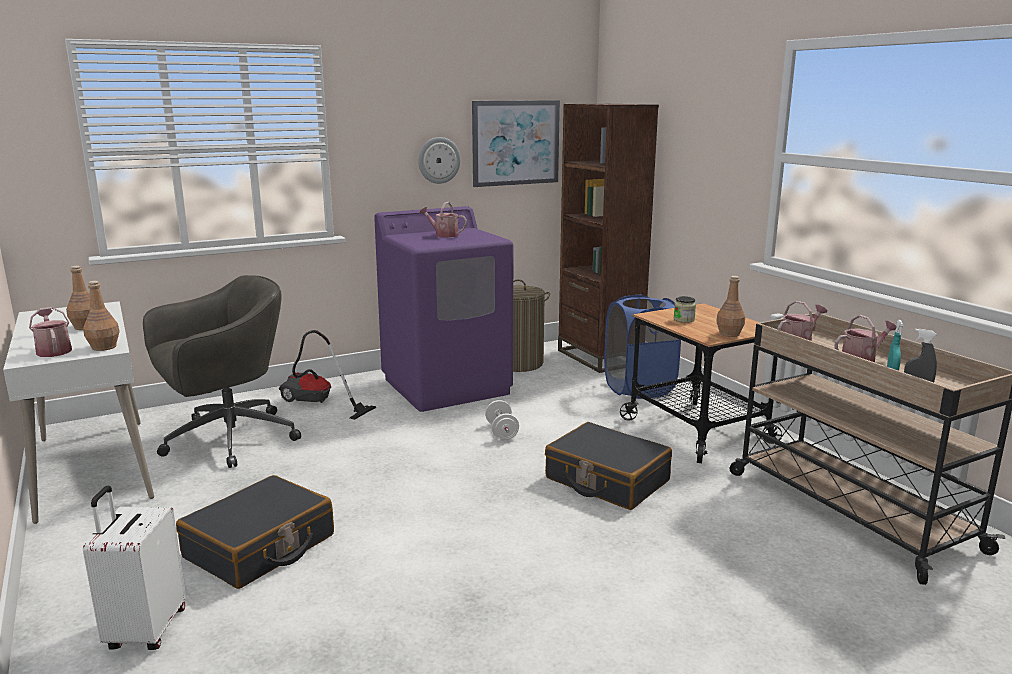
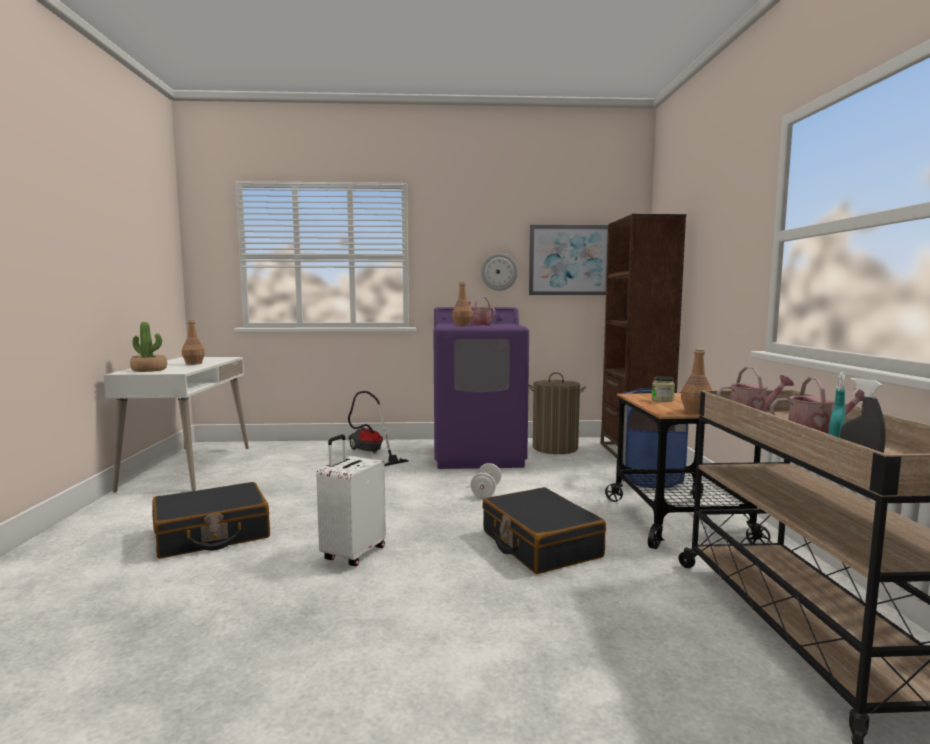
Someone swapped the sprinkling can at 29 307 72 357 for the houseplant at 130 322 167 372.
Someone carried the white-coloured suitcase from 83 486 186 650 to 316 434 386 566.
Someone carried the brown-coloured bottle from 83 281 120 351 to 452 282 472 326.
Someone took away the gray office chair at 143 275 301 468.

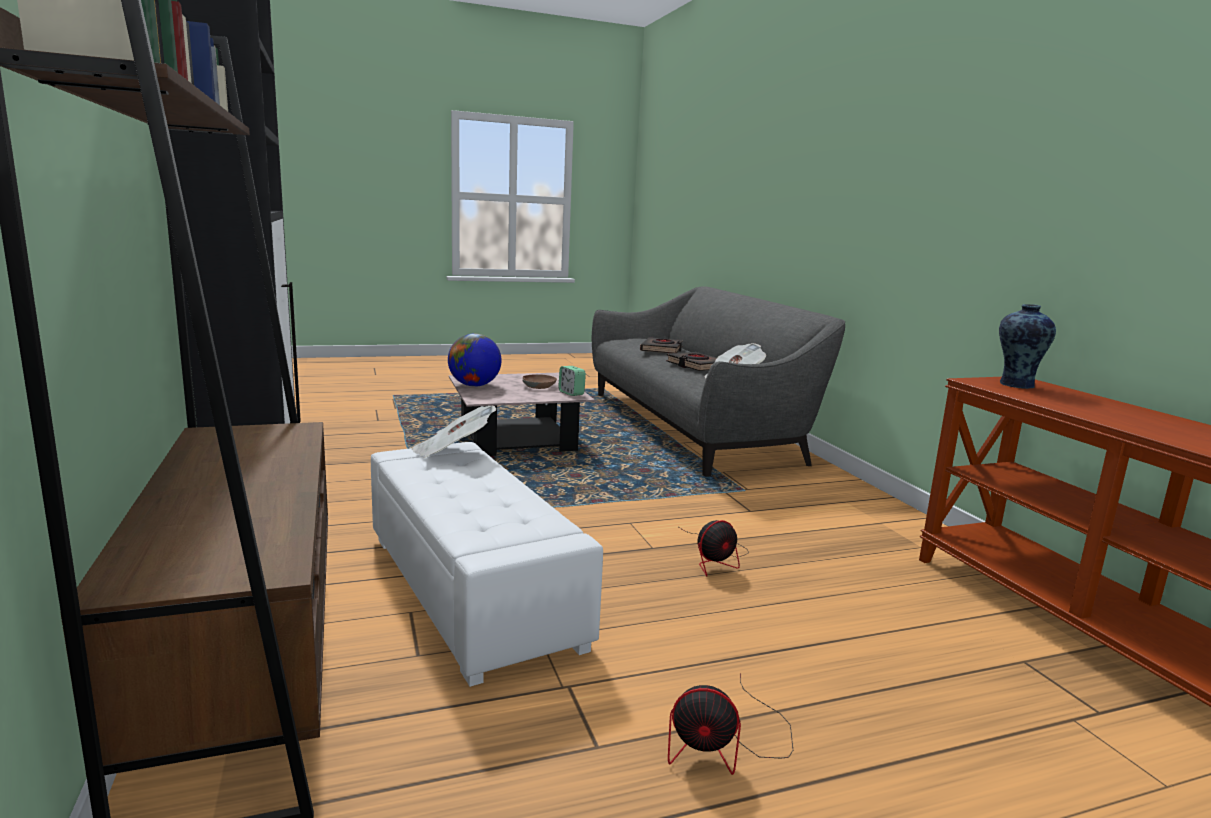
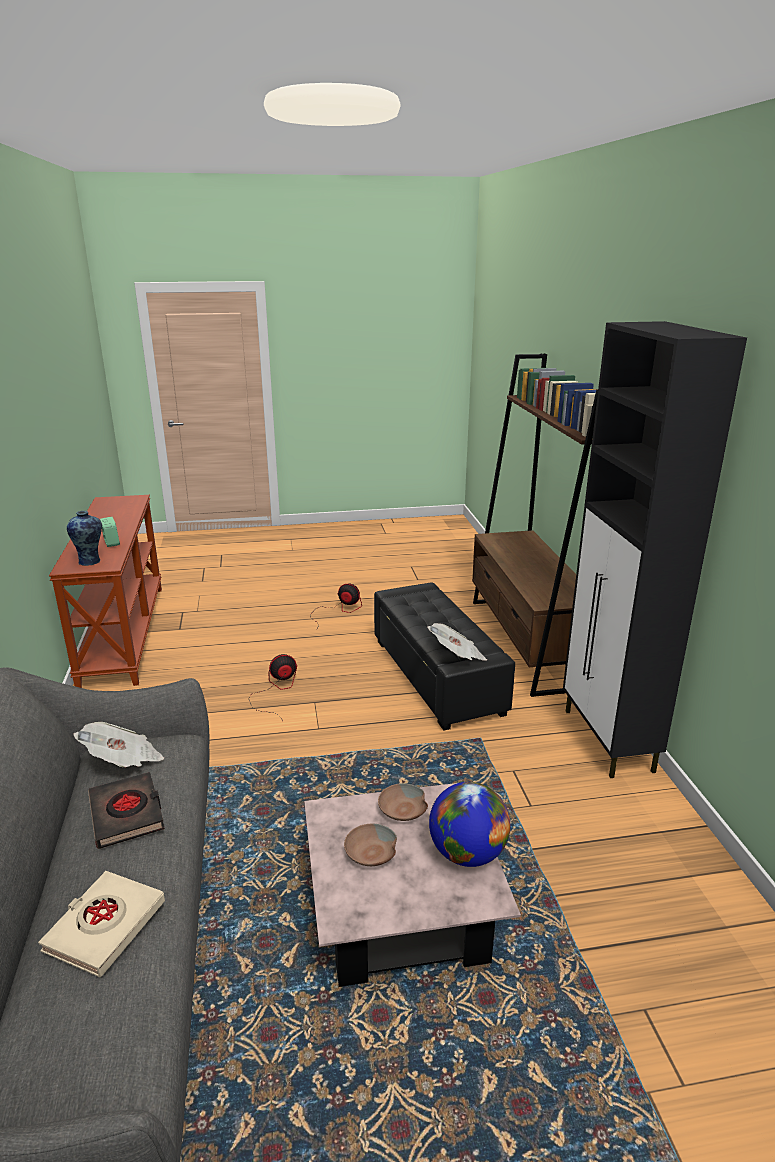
Someone repainted the black-coloured volume at 640 337 683 354, which became the sand-coloured volume at 38 871 165 977.
Someone carried the alarm clock from 558 366 586 396 to 100 517 120 547.
Someone repainted the white-coloured ottoman at 371 442 603 687, which became the black-coloured ottoman at 374 583 515 731.
Someone put down the brown-coloured deep dish at 378 783 428 821.

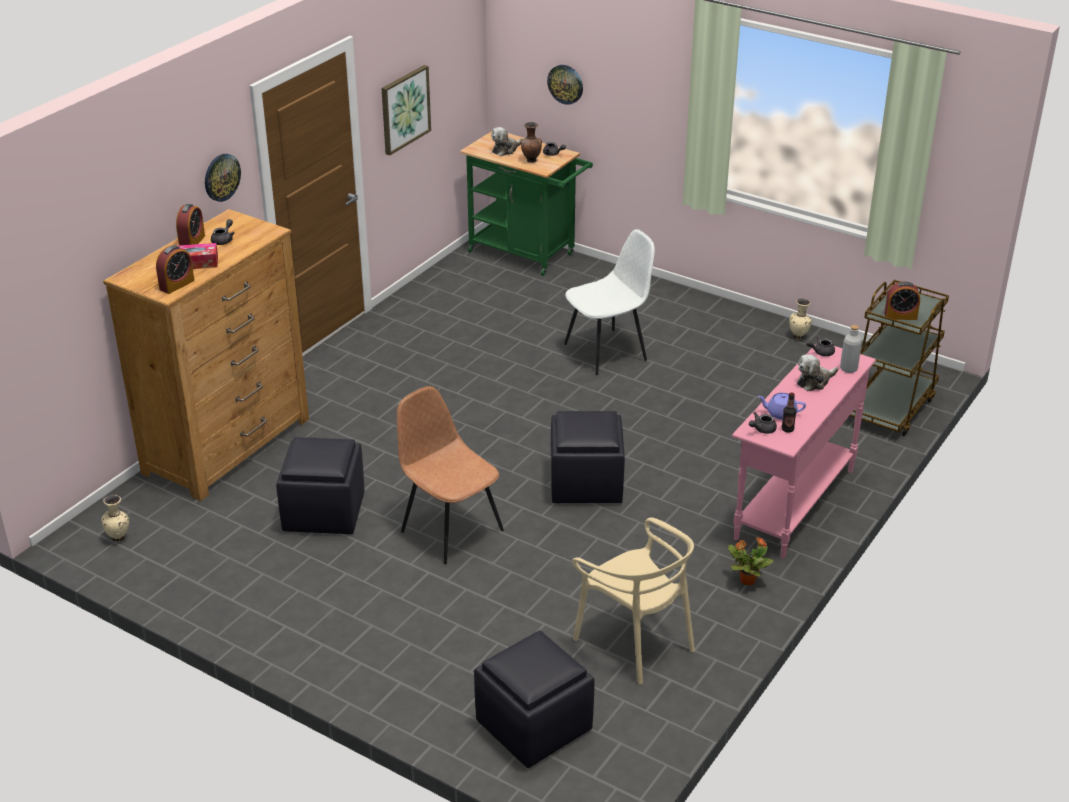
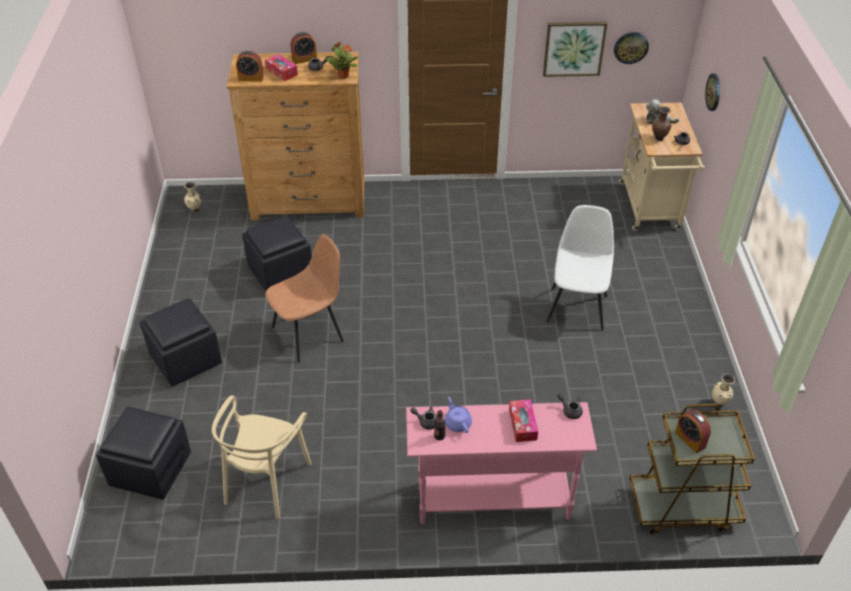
Someone carried the black-coloured ottoman from 551 411 625 503 to 140 298 222 387.
Someone rotated the brown-coloured upright chair at 397 386 504 564 by 45 degrees clockwise.
Someone carried the houseplant from 728 537 774 585 to 326 41 358 79.
Someone swapped the soft toy at 797 354 838 391 for the tissue box at 509 399 538 442.
Someone rotated the white-coloured upright chair at 564 229 655 375 by 105 degrees counterclockwise.
Someone carried the hanging clock from 205 154 241 202 to 614 32 649 64.
Someone repainted the greenish cart at 460 131 593 276, which became the sand-coloured cart at 618 103 705 231.
Someone took away the gray bottle at 840 325 862 373.

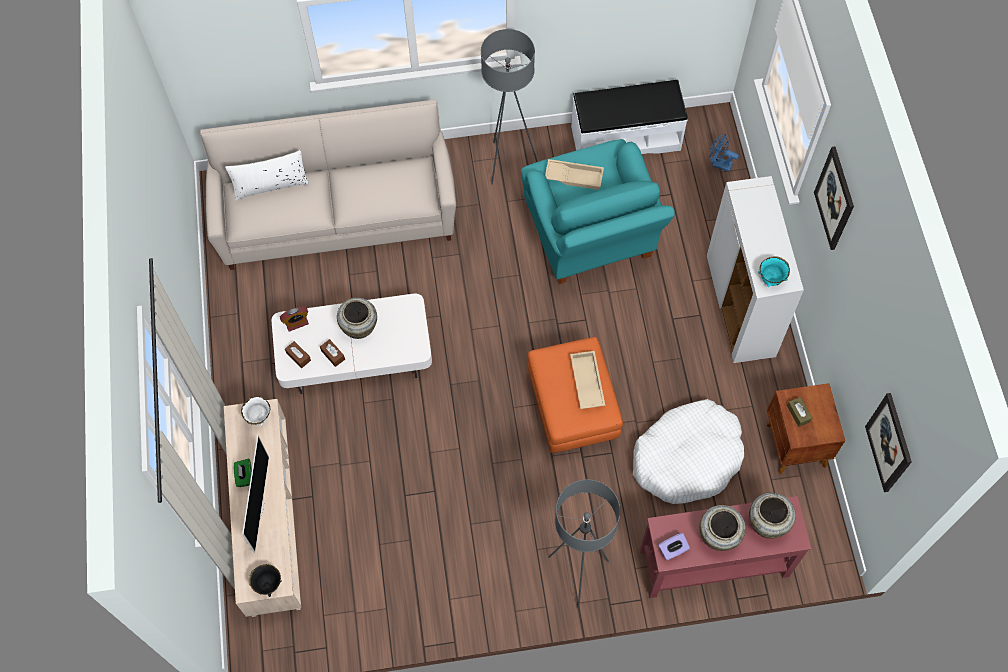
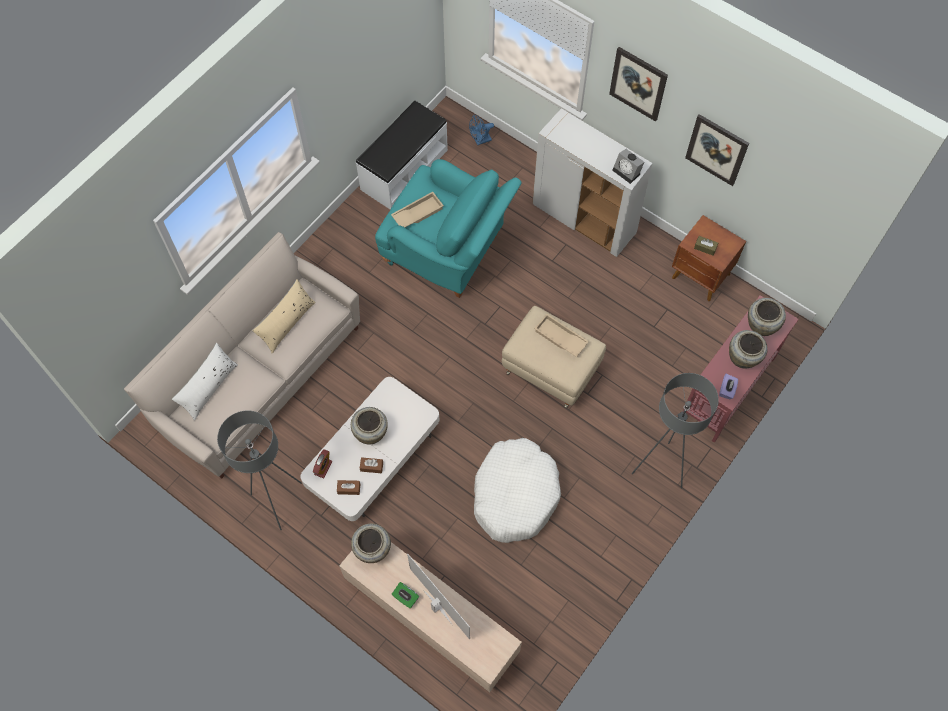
Someone carried the gray standard lamp from 481 29 538 184 to 217 410 302 530.
Someone put down the sand-coloured pillow at 252 279 316 353.
Someone swapped the white-coloured deep dish at 241 396 271 427 for the sand-coloured decorative vase at 351 523 391 563.
Someone carried the white-coloured dog cushion from 633 399 744 504 to 474 438 561 543.
Someone repainted the orange ottoman at 528 337 623 453, which became the sand-coloured ottoman at 502 306 606 408.
Someone swapped the turquoise deep dish at 758 256 790 287 for the alarm clock at 612 149 644 184.
Someone carried the picture from 865 393 912 492 to 685 114 749 186.
Someone took away the black-coloured deep dish at 249 564 282 597.

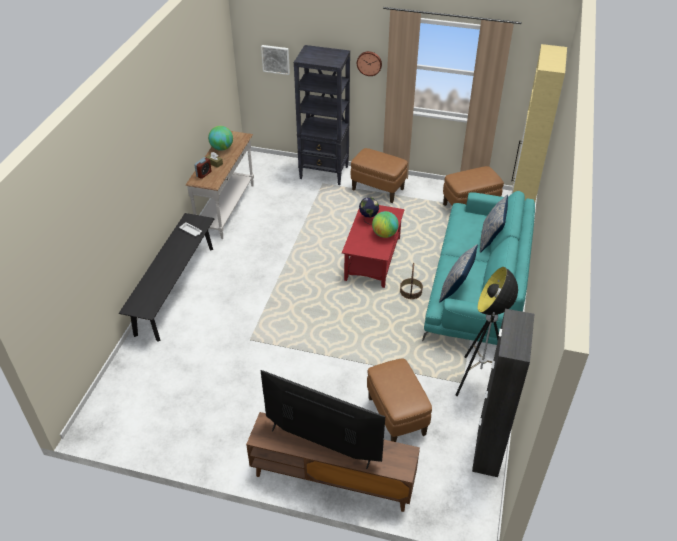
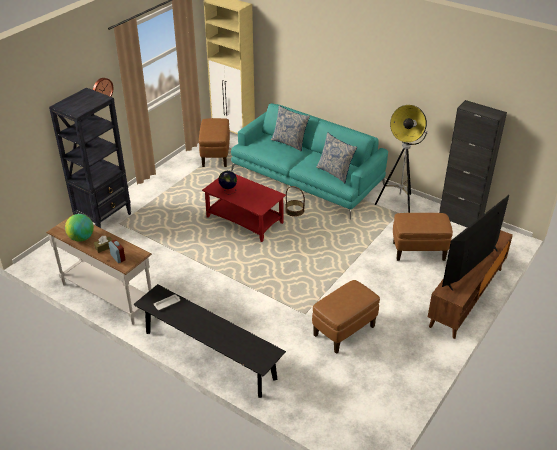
Someone carried the brown-coloured ottoman from 351 148 408 203 to 312 280 380 354.
Someone took away the picture at 261 45 290 75.
Someone took away the world globe at 372 211 399 238.

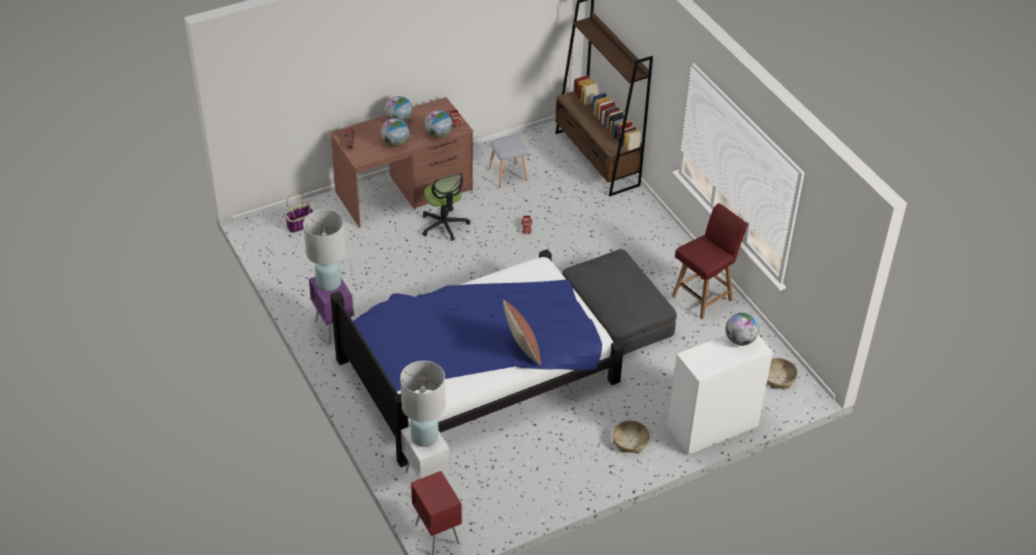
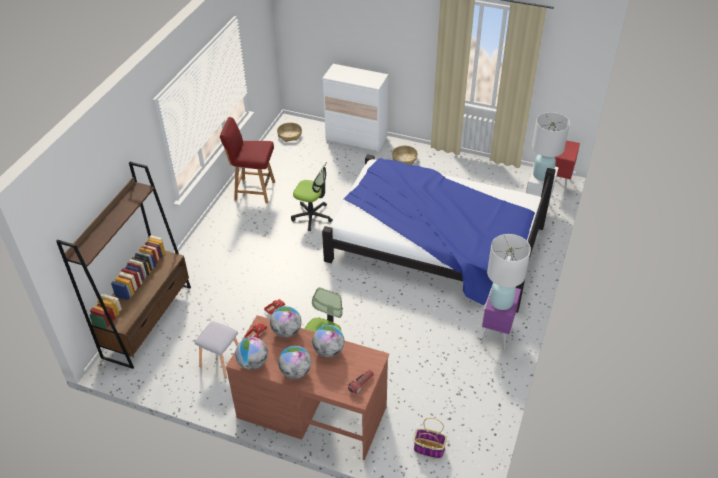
Someone carried the world globe from 725 313 759 346 to 235 337 268 370.
Someone swapped the gray ottoman at 562 249 677 355 for the office chair at 291 162 333 231.
Someone took away the pillow at 503 300 541 365.

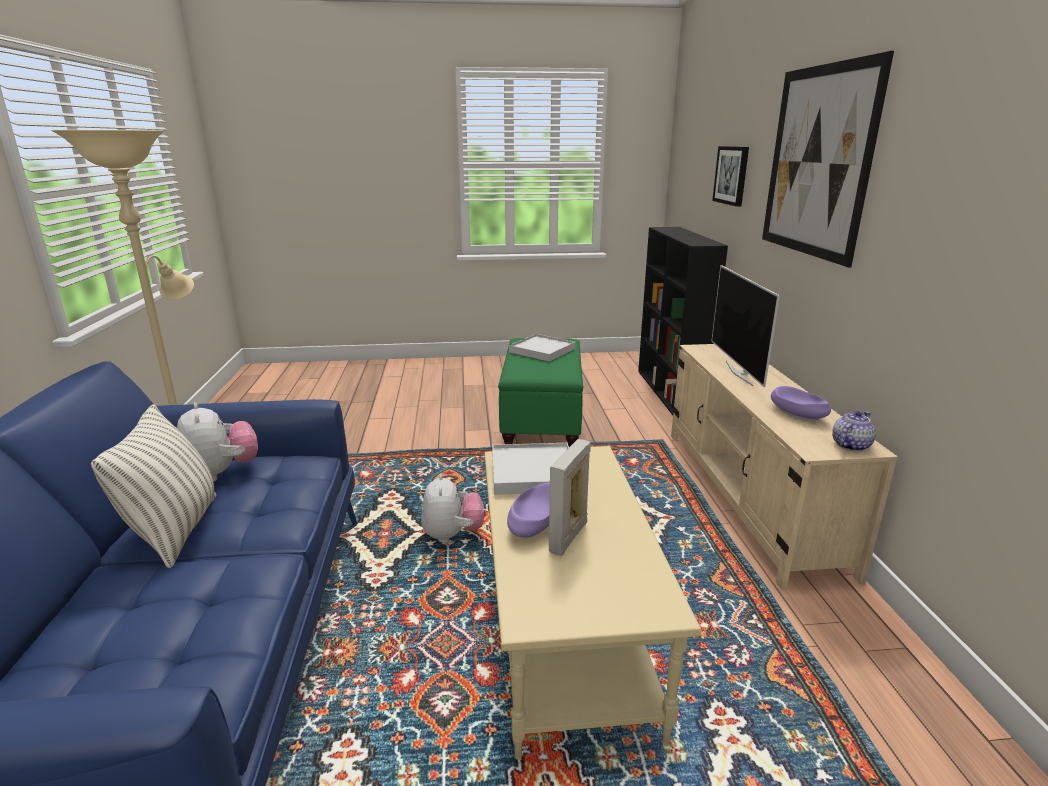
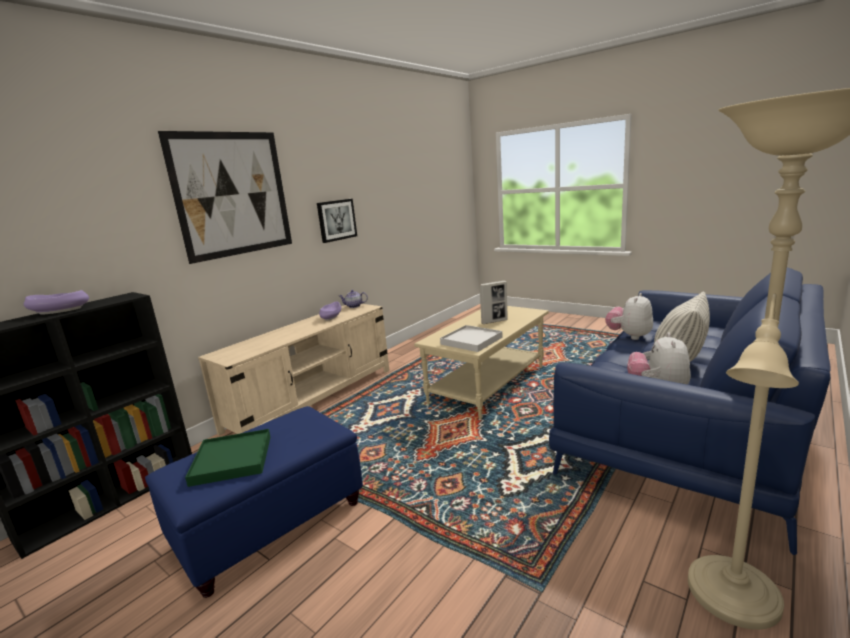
Someone carried the purplish deep dish from 507 483 550 538 to 24 290 89 314.
Someone repainted the greenish ottoman at 498 338 583 447, which became the blue ottoman at 145 406 363 598.
Someone repainted the white-coloured carrying tray at 509 334 575 362, which became the greenish carrying tray at 185 429 270 487.
Someone carried the picture from 712 146 749 207 to 317 199 357 243.
Someone carried the soft toy from 421 474 484 542 to 605 293 653 340.
Someone took away the TV set at 711 265 780 387.

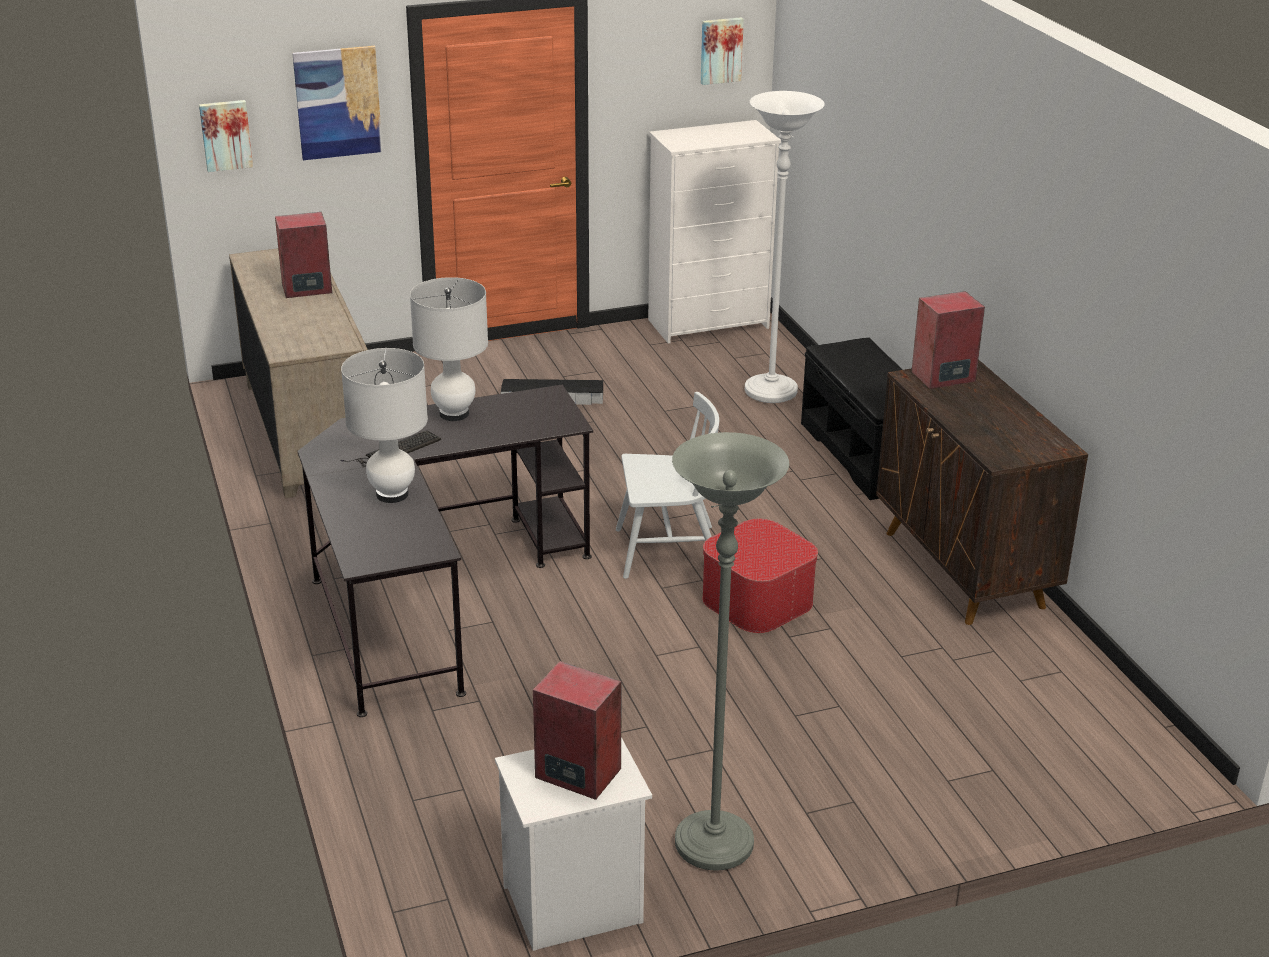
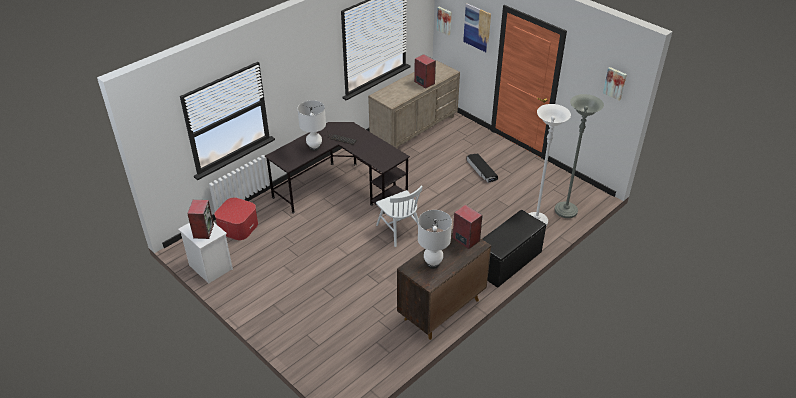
Someone carried the ottoman from 702 519 818 633 to 214 197 258 240.
Someone carried the white-coloured tabletop lamp from 410 277 488 421 to 418 210 452 269.
Someone carried the gray standard lamp from 672 432 789 871 to 555 94 604 218.
Someone took away the white-coloured drawer chest at 648 120 781 344.

